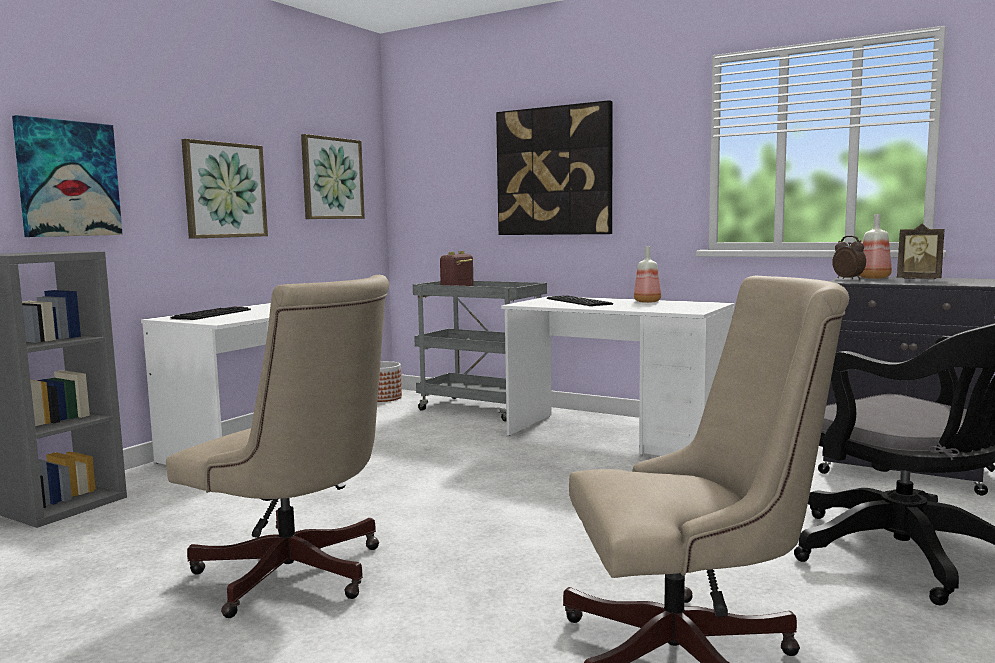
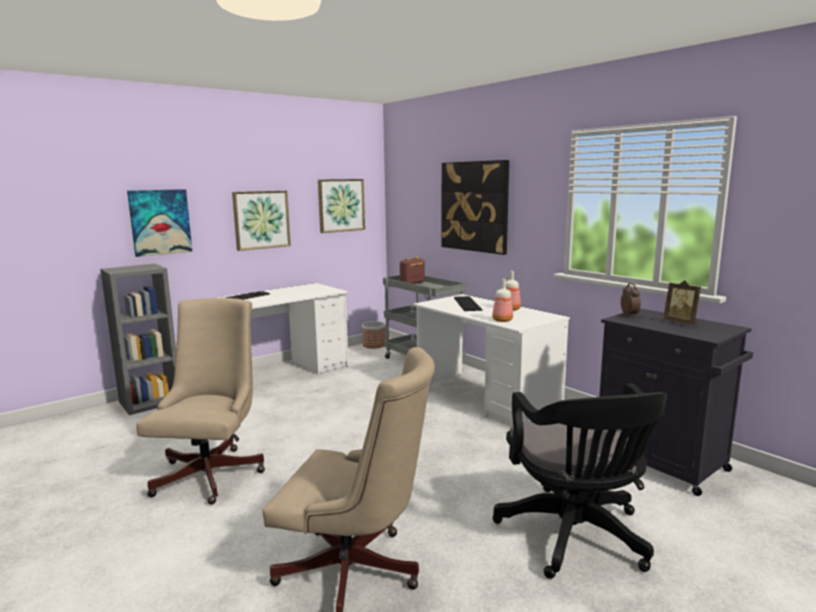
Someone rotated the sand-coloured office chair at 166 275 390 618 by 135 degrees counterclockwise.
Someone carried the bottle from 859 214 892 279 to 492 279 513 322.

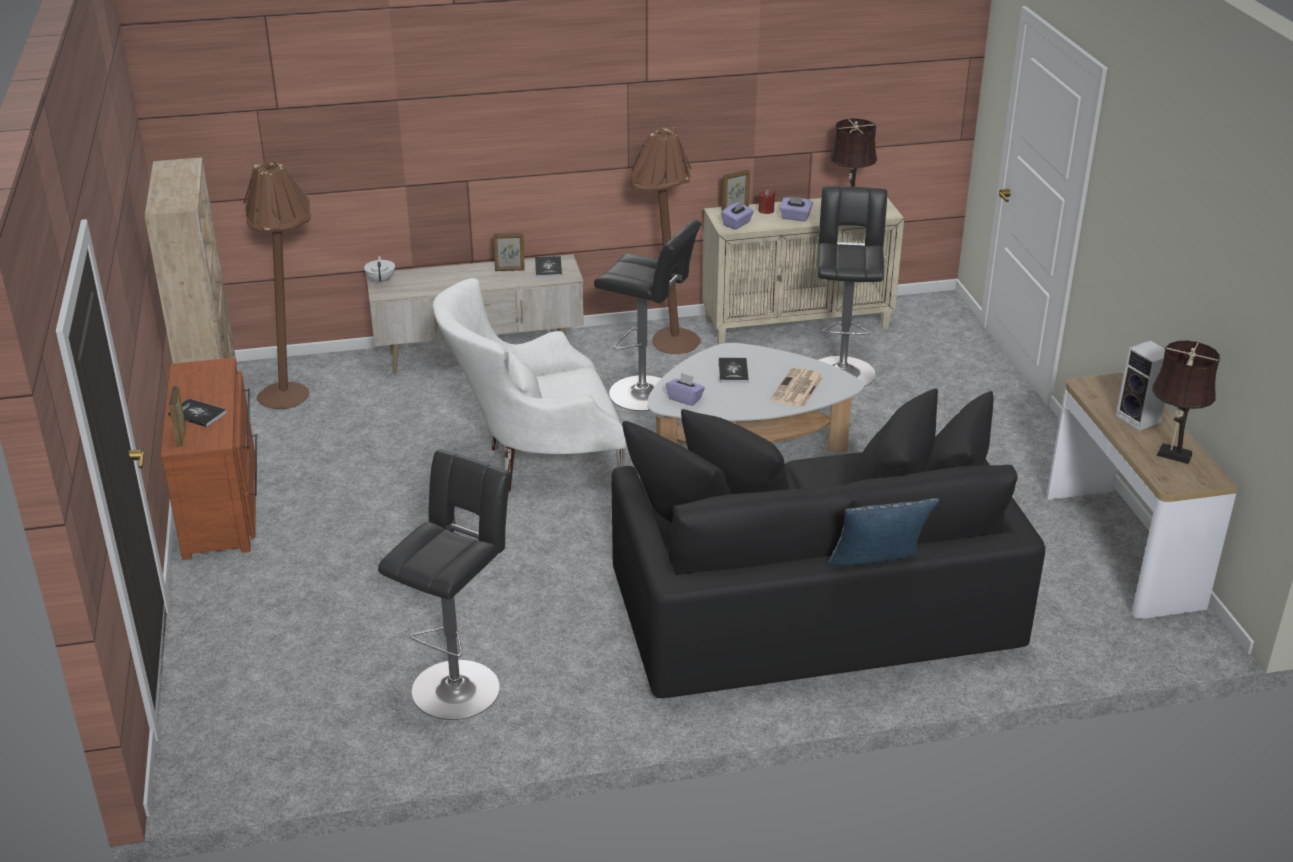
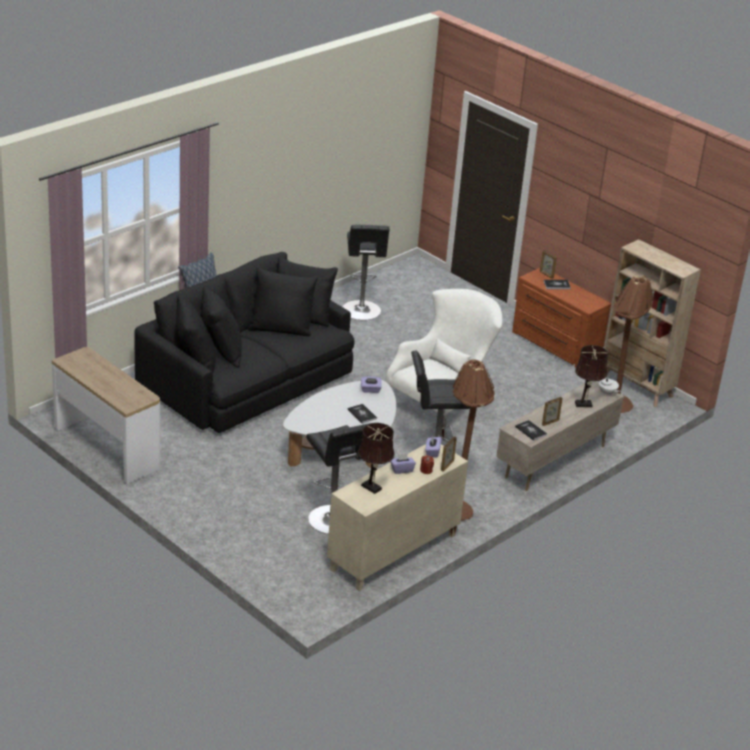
Someone carried the brown-coloured tabletop lamp from 1152 341 1220 464 to 575 345 608 408.
Someone took away the printed paper at 771 367 824 408.
Someone took away the speaker at 1116 340 1165 431.

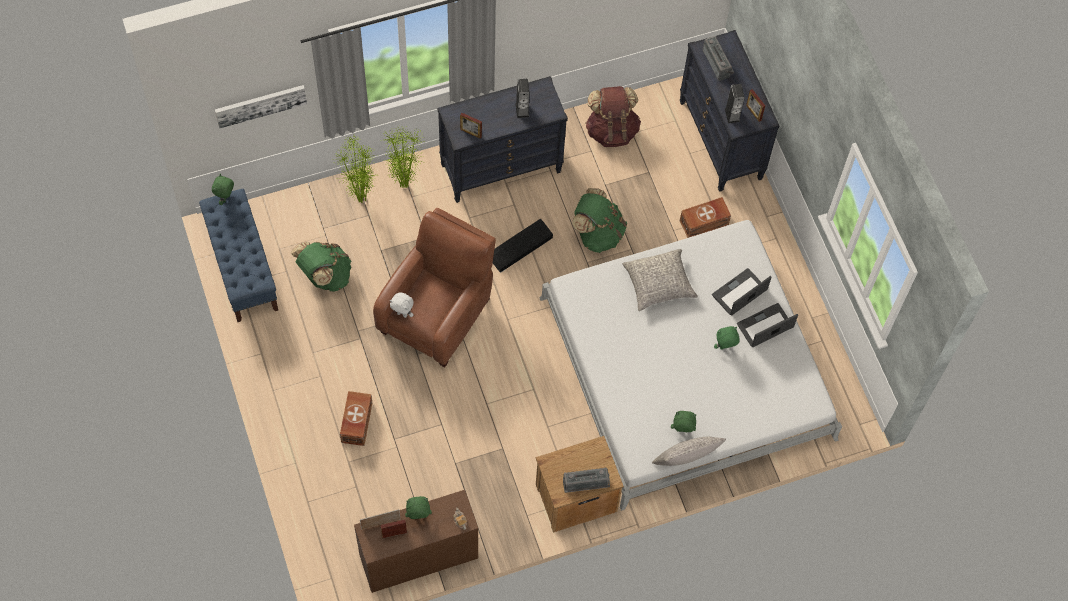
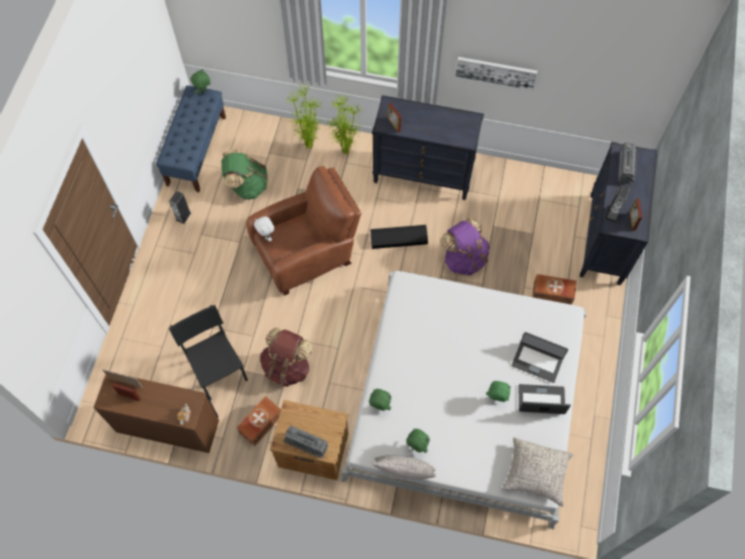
Someone carried the speaker from 515 79 530 118 to 169 191 191 224.
Someone put down the black-coloured upright chair at 169 305 248 400.
Someone carried the brown-coloured storage bin from 340 391 372 446 to 236 396 281 446.
Someone carried the brown-coloured rucksack from 585 86 641 147 to 260 328 312 387.
Someone carried the greenish soft toy from 405 496 432 519 to 369 389 391 411.
Someone repainted the greenish rucksack at 572 188 627 253, which became the purplish rucksack at 441 218 489 276.
Someone carried the picture from 215 85 307 128 to 456 57 537 90.
Someone carried the gray pillow from 622 249 698 311 to 502 438 574 507.
Someone rotated the portable computer at 712 268 772 316 by 150 degrees counterclockwise.

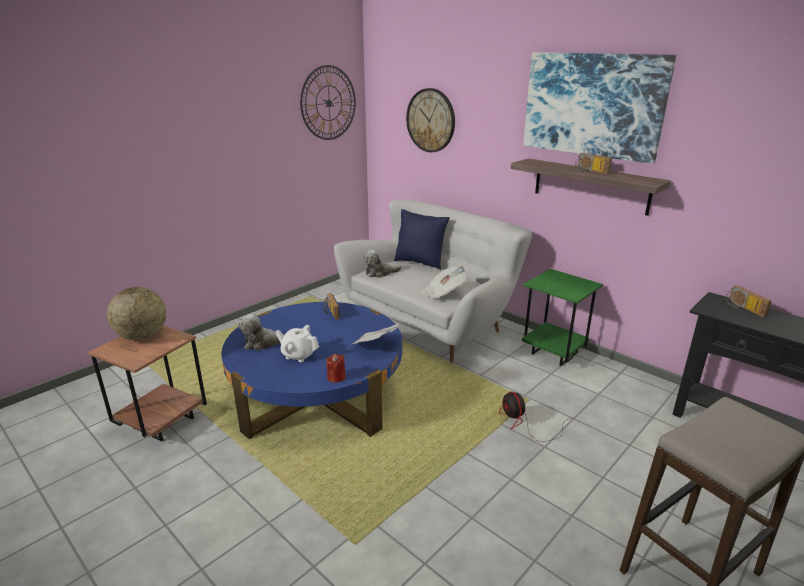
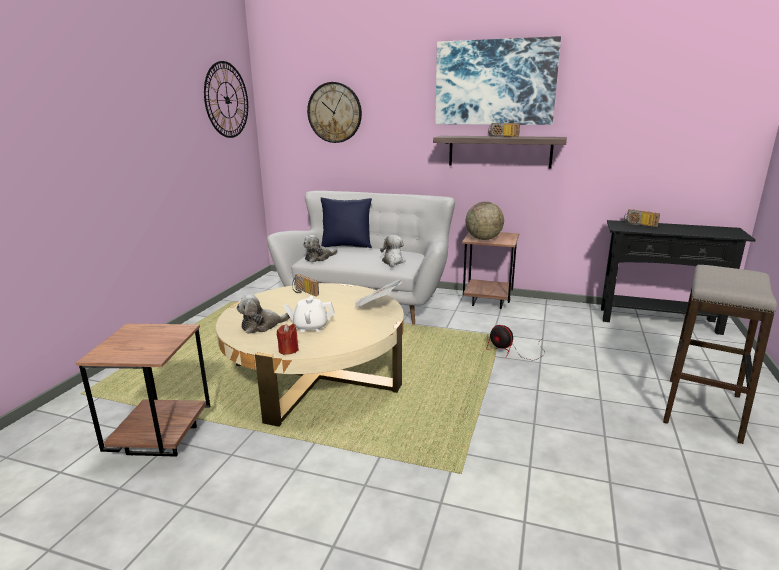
Someone repainted the blue coffee table at 221 302 402 439, which became the sand-coloured coffee table at 216 283 404 427.
Someone carried the red wax candle from 326 354 346 383 to 277 323 299 355.
Someone swapped the printed paper at 421 266 467 299 for the soft toy at 380 235 406 268.
Someone repainted the greenish side table at 522 269 603 366, which became the brown-coloured side table at 462 232 519 309.
Someone carried the world globe from 107 287 166 340 to 466 202 504 240.

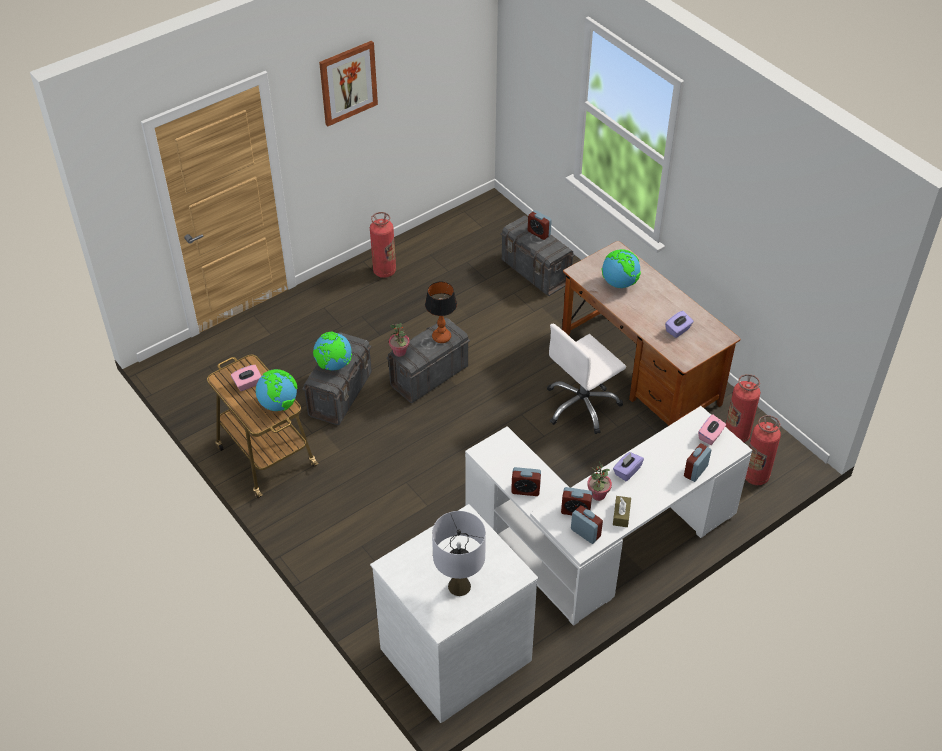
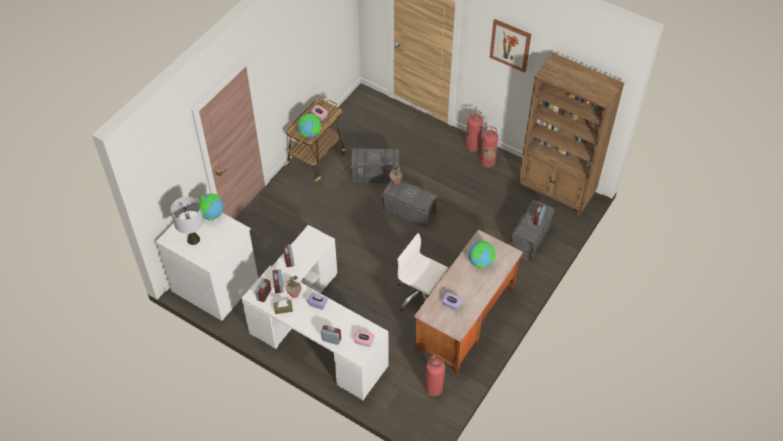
Someone carried the world globe from 313 332 352 370 to 198 194 224 220.
Someone carried the fire extinguisher from 745 415 781 485 to 465 110 483 152.
Someone put down the brown-coloured bookshelf at 518 53 624 216.
Someone took away the tabletop lamp at 425 281 457 343.

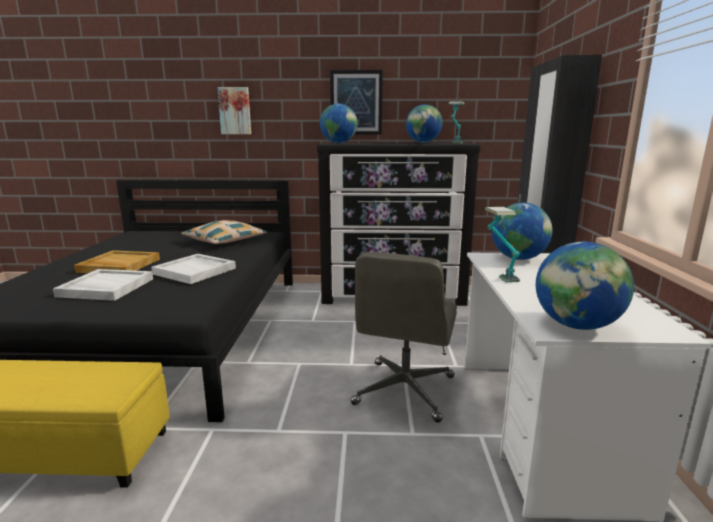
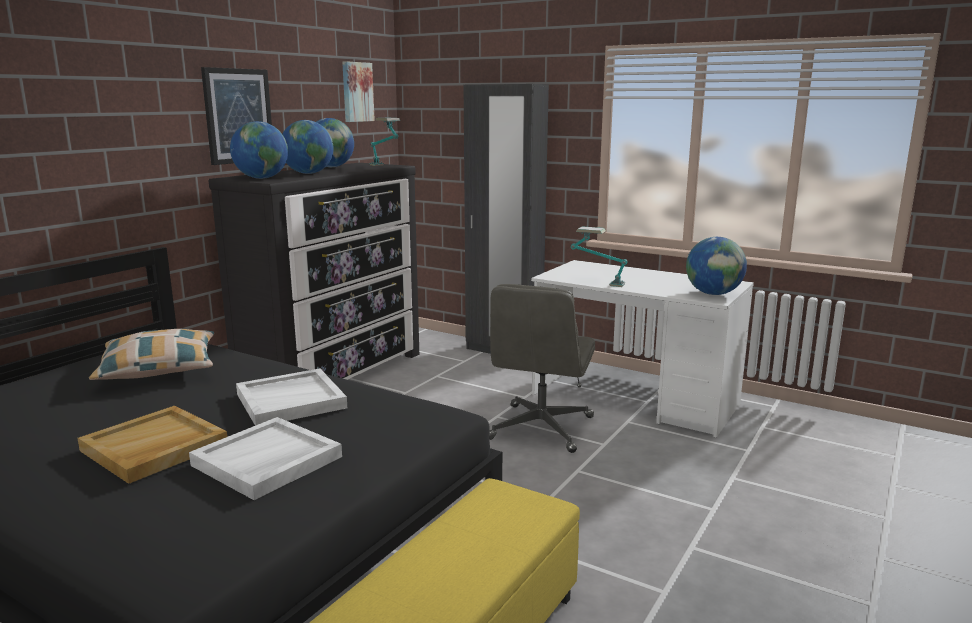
Someone carried the world globe from 492 203 553 260 to 283 120 334 174.
Someone carried the picture from 217 87 251 134 to 342 61 375 122.
Someone rotated the gray office chair at 350 252 457 423 by 60 degrees clockwise.

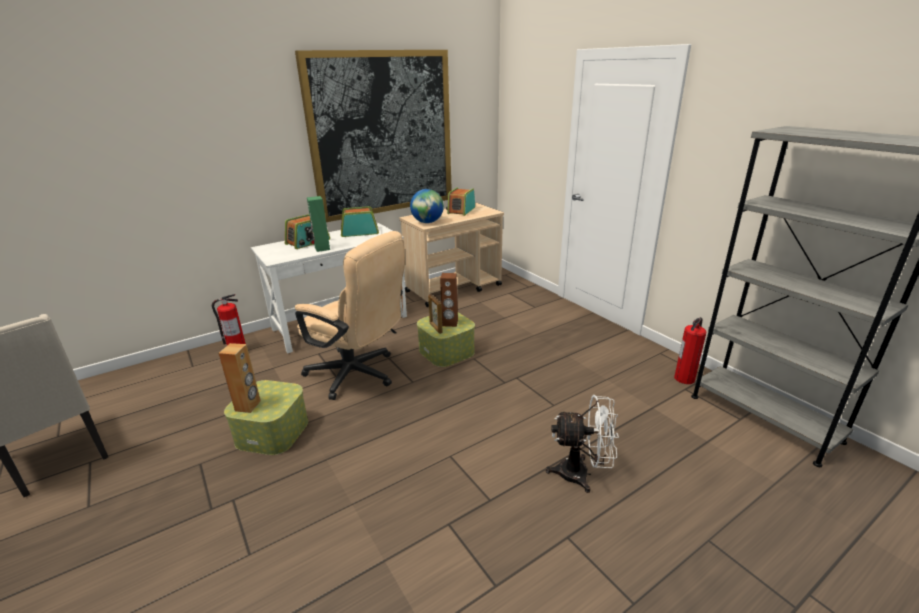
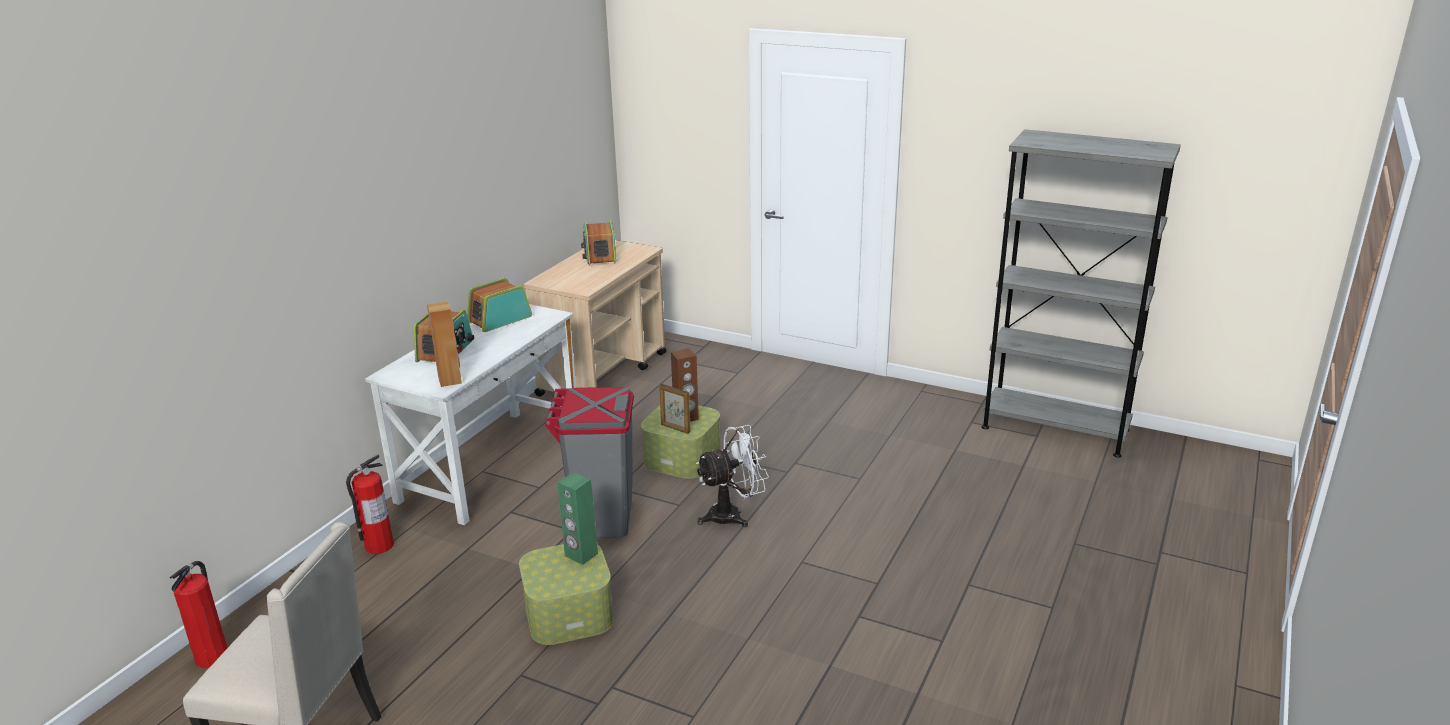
Someone carried the fire extinguisher from 674 317 706 384 to 170 561 227 668.
Someone carried the brown-coloured speaker from 218 343 261 413 to 427 301 462 387.
Someone swapped the sand-coloured office chair at 295 231 405 400 for the gray waste bin at 545 387 634 539.
Someone carried the greenish speaker from 307 196 330 252 to 557 472 598 565.
Someone carried the white-coloured cooling fan from 545 395 619 493 to 696 425 769 527.
Someone took away the picture at 295 50 452 222.
Someone took away the world globe at 410 189 444 223.

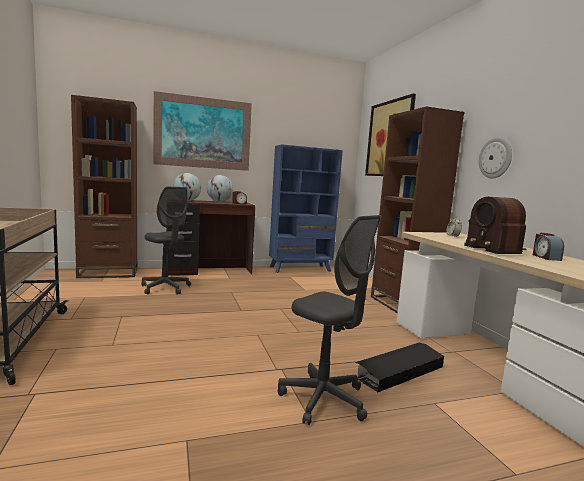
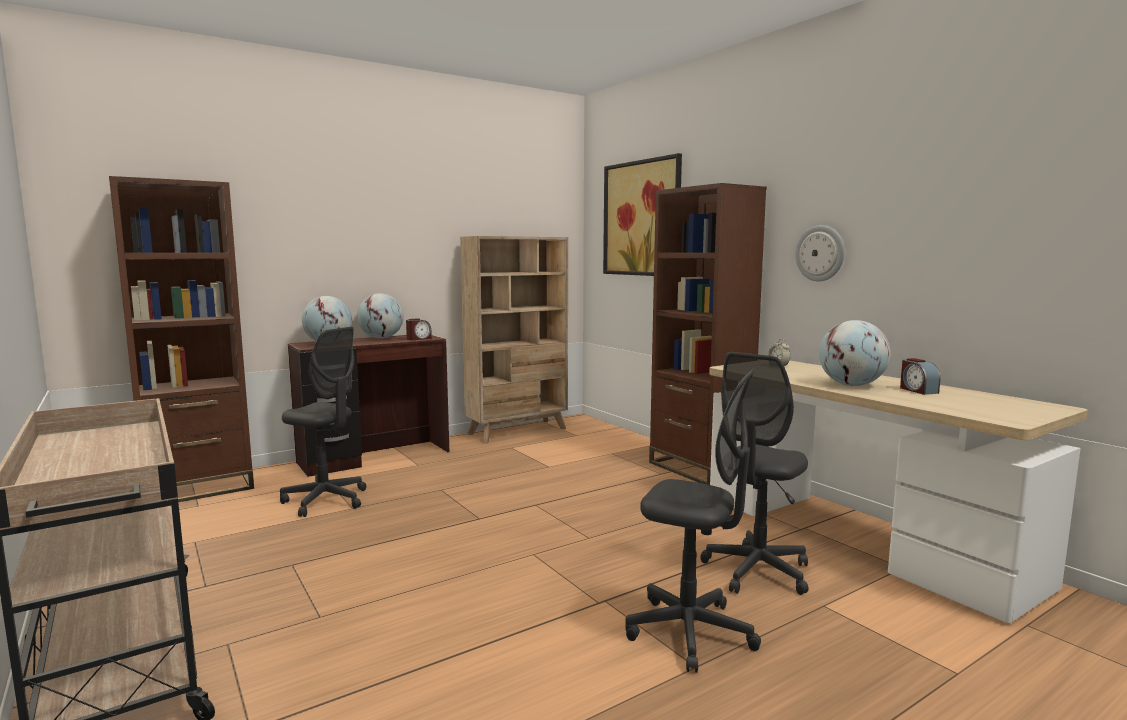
Someone repainted the blue bookshelf at 269 145 343 273, which became the sand-coloured bookshelf at 460 236 568 443.
Someone swapped the black-coloured storage bin at 355 343 444 393 for the gray office chair at 700 352 809 595.
Someone swapped the radio at 464 197 527 254 for the world globe at 819 320 891 386.
Someone took away the picture at 153 91 252 171.

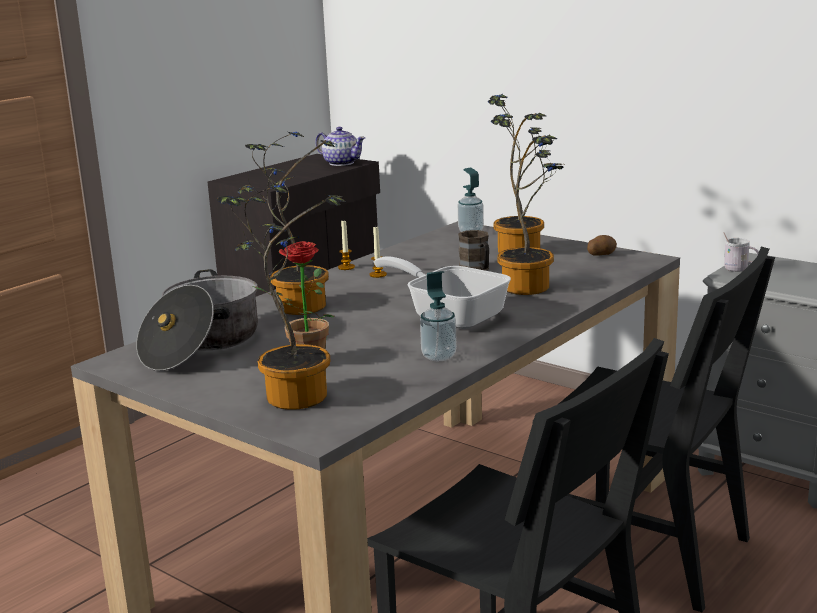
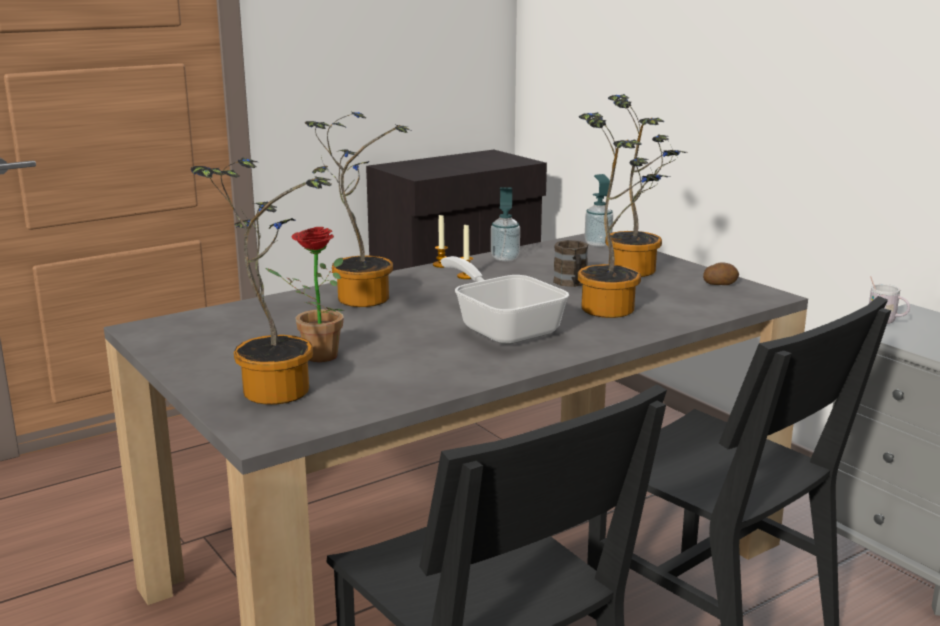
Someone carried the soap bottle from 420 271 457 361 to 491 187 520 262.
Someone took away the stockpot at 136 269 258 371.
Someone took away the tea pot at 315 127 365 166.

